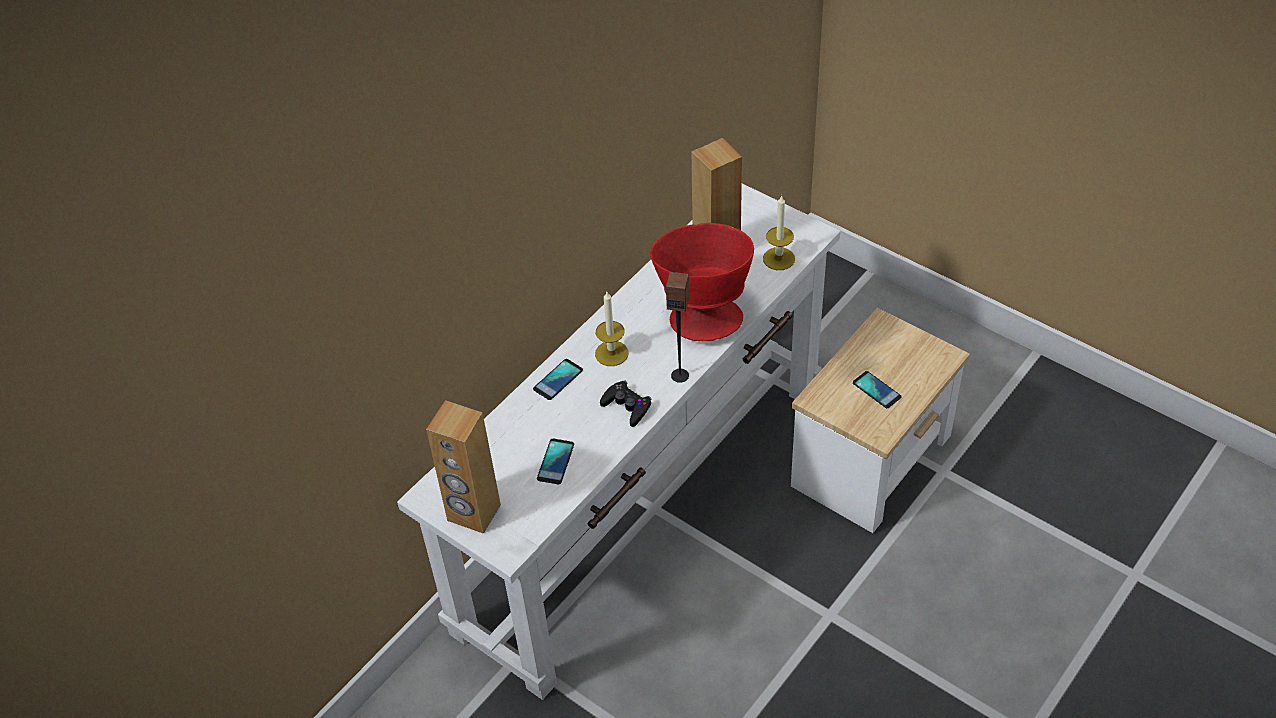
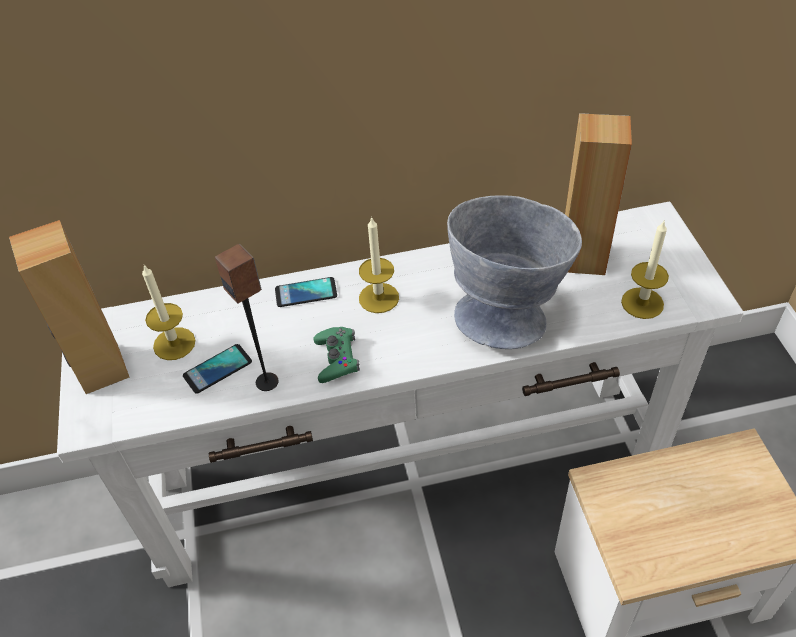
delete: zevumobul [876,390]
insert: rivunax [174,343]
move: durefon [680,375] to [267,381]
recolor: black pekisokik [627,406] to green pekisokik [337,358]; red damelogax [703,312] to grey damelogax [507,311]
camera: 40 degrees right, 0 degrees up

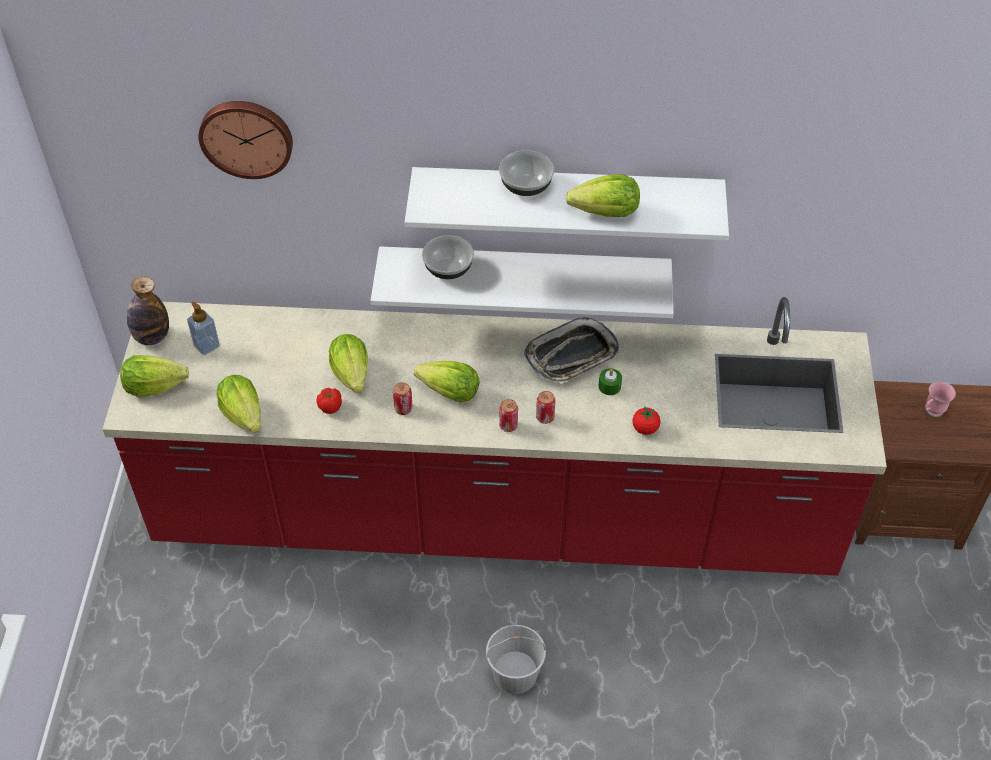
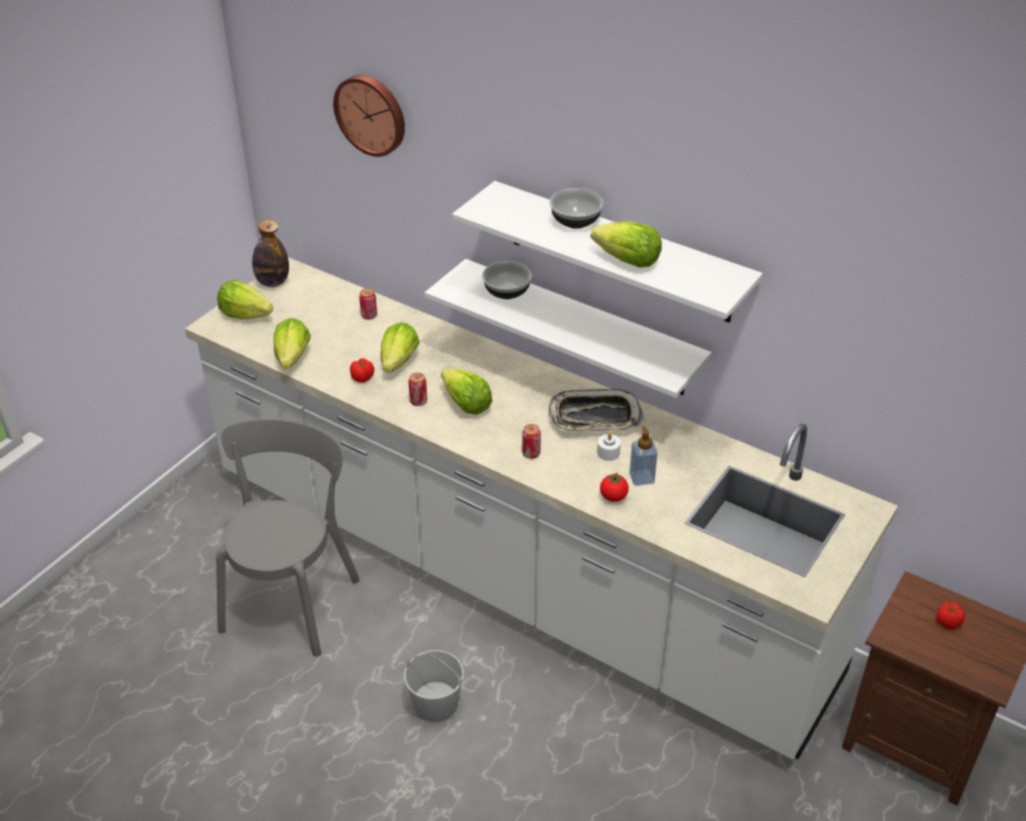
insert: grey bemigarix [292,599]
move: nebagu [207,345] to [641,478]; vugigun [508,426] to [369,316]
replace: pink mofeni [931,412] to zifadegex [947,622]
recolor: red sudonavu [495,516] to white sudonavu [513,573]; green rivunax [609,386] to white rivunax [608,453]
camera: 30 degrees right, 10 degrees down

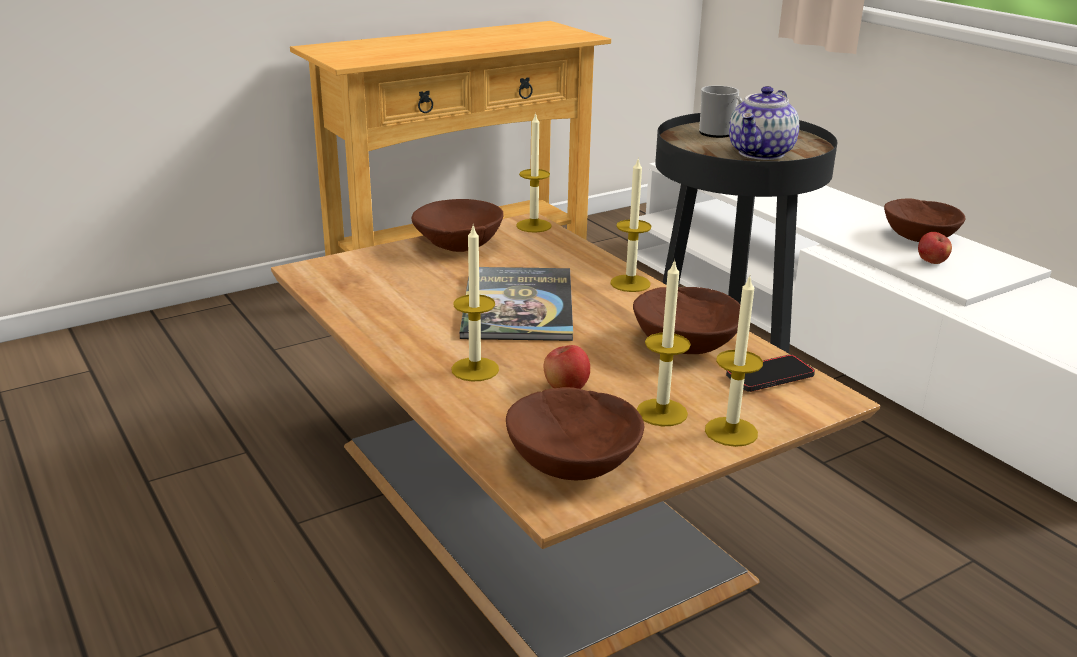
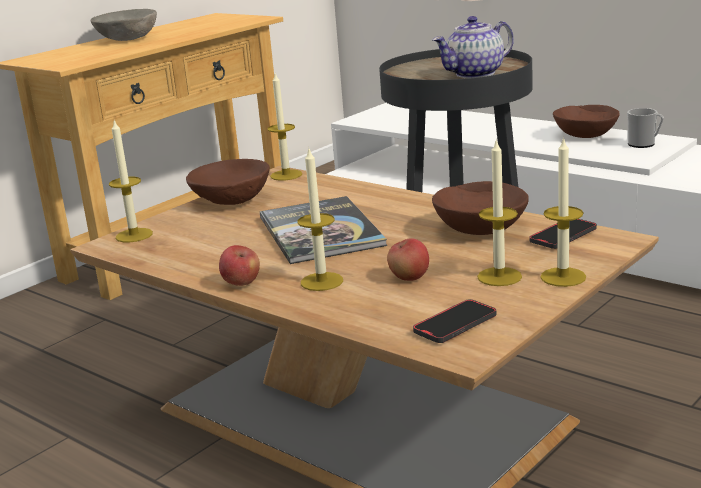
insert: grey damelogax [128,39]
move: rivunax [630,283] to [134,235]; mofeni [719,134] to [644,144]; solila [931,262] to [241,284]
replace: brown damelogax [571,463] to zevumobul [455,325]
rotate: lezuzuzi [761,153] = [475,74] 45 degrees clockwise
camera: 15 degrees left, 5 degrees down

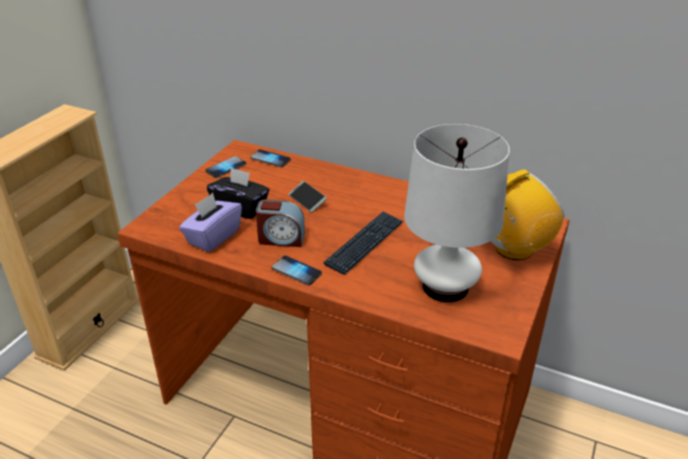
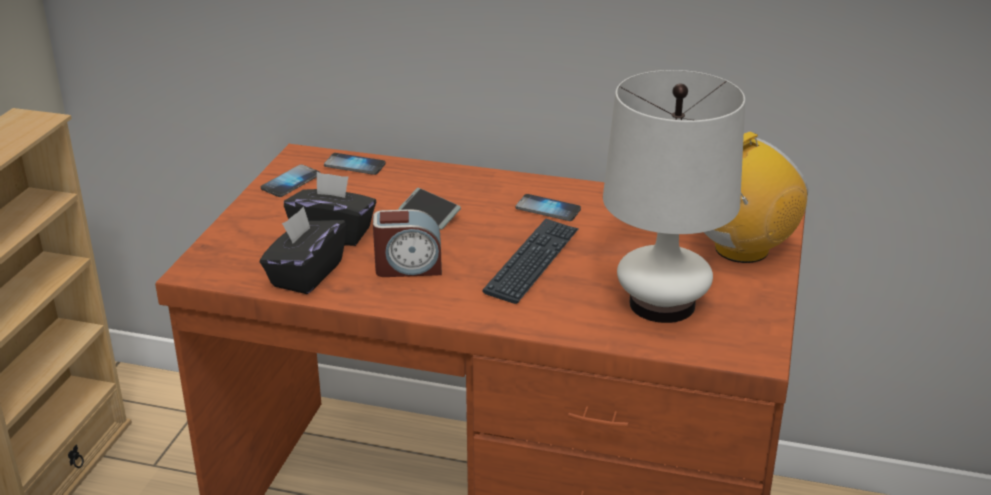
move: zevumobul [296,271] to [548,209]
recolor: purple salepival [213,237] to black salepival [306,274]
camera: 10 degrees left, 5 degrees down

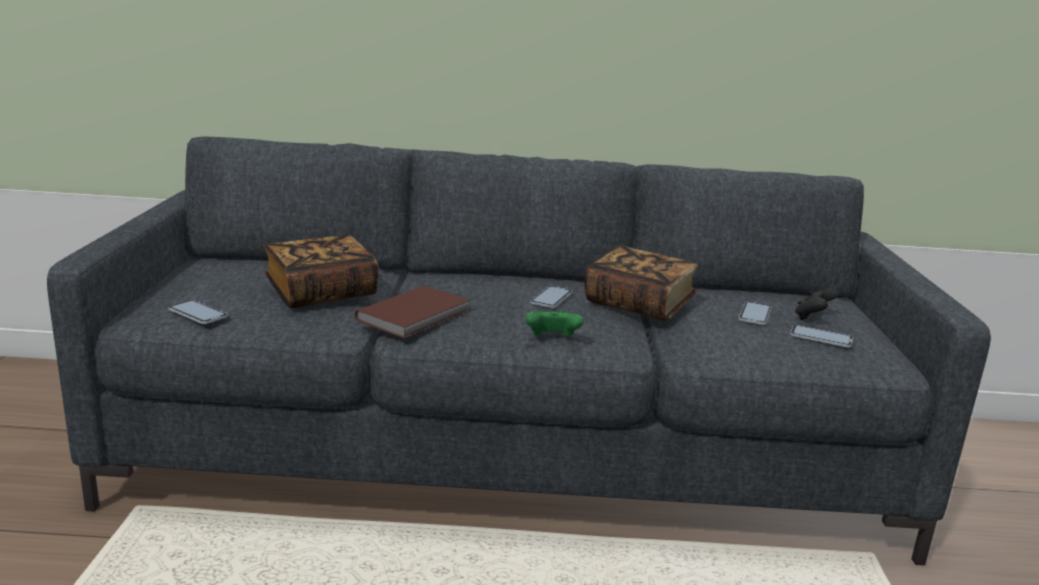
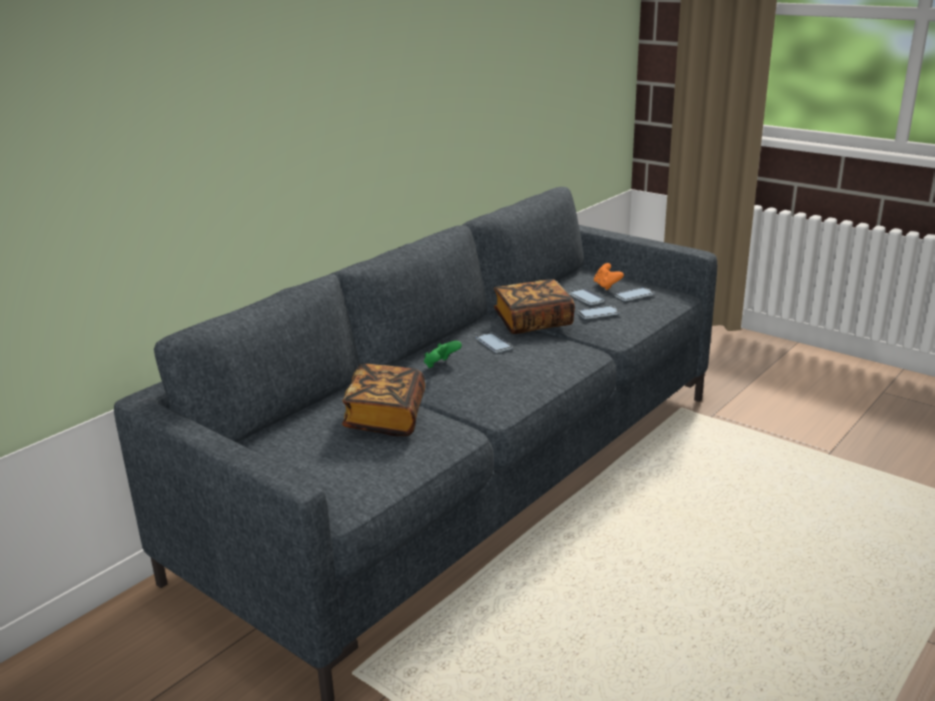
delete: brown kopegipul [416,315]
move: zevumobul [197,313] to [598,313]; green pekisokik [552,339] to [441,365]
recolor: black pekisokik [812,318] to orange pekisokik [606,286]
camera: 50 degrees left, 5 degrees up

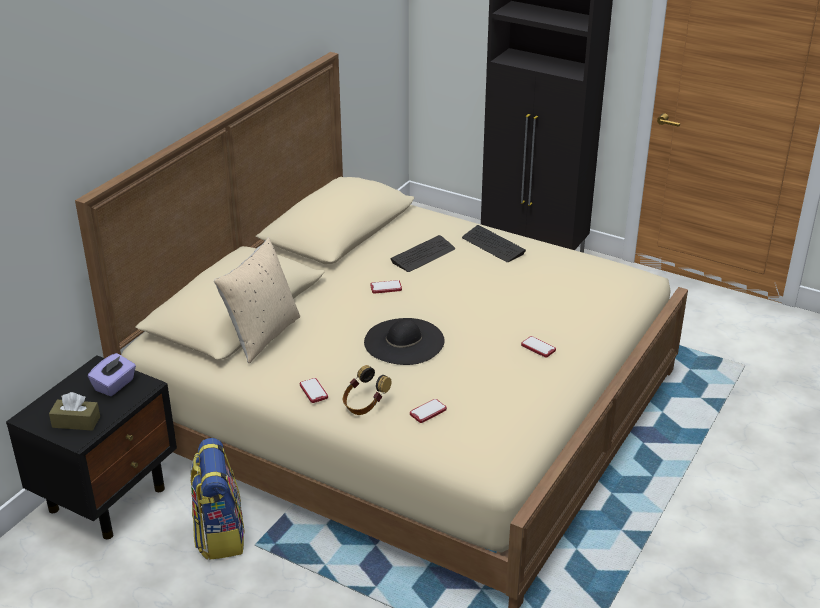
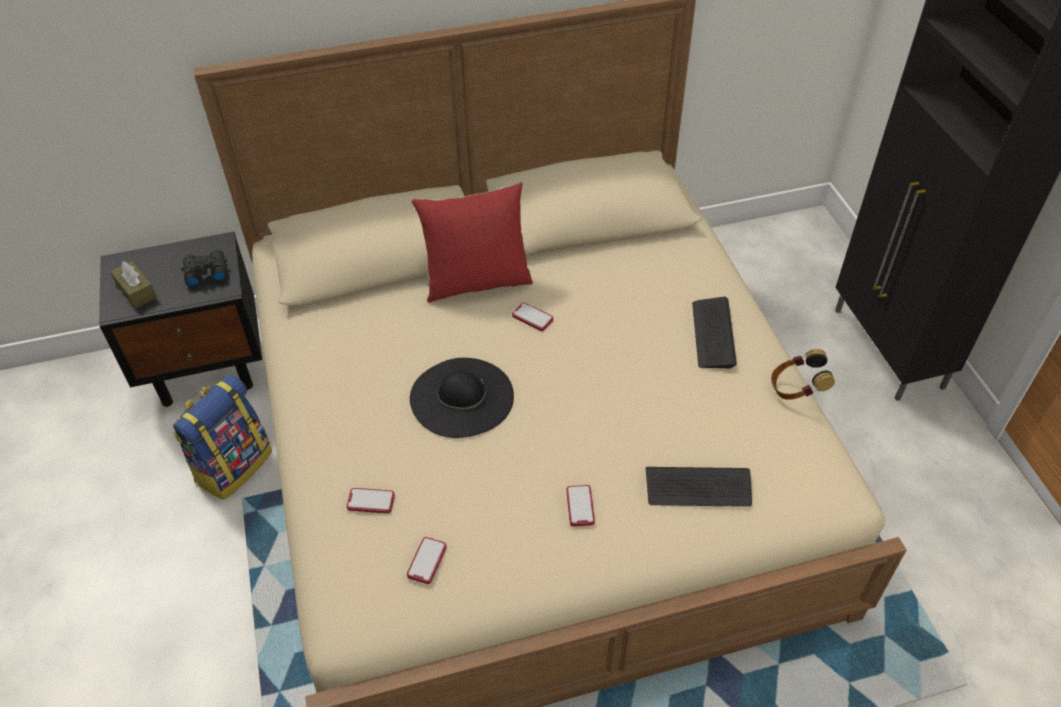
delete: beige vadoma [262,335]
insert: red vadoma [477,281]
move: zevumobul [313,391] to [427,561]; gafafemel [364,405] to [796,389]; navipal [423,255] to [698,488]
replace: purple salepival [115,385] to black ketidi [205,272]
camera: 45 degrees right, 15 degrees up

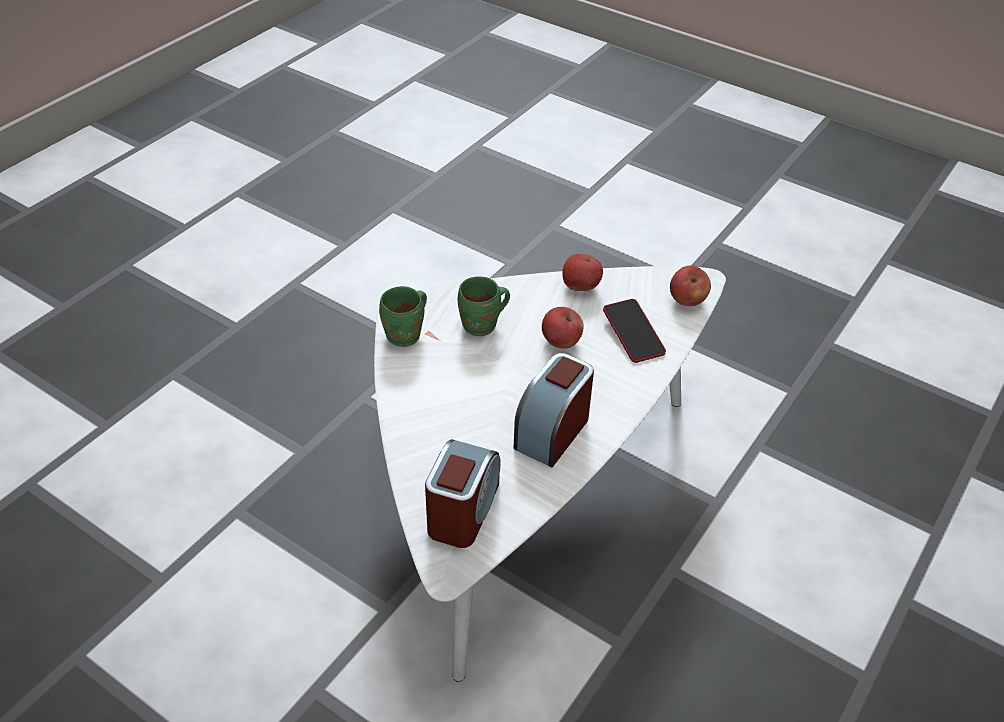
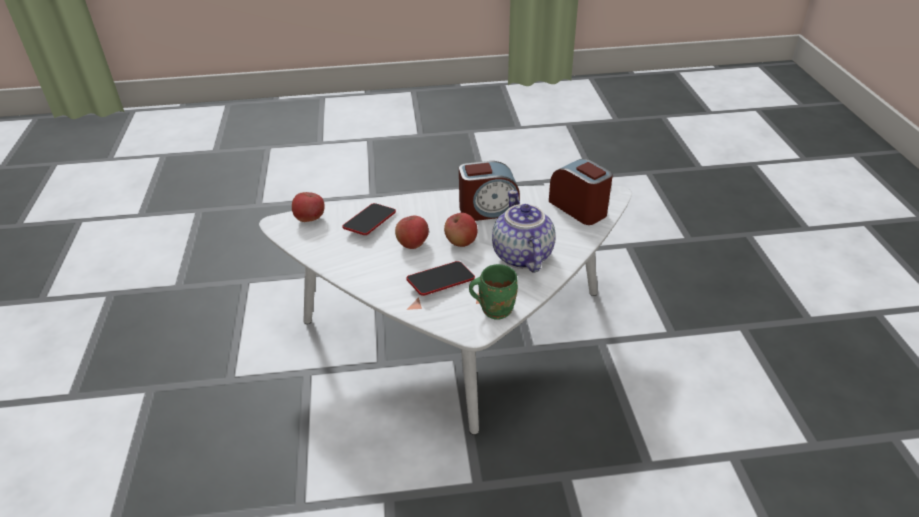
insert: lezuzuzi [520,255]
move: solila [580,287] to [461,242]
replace: green mofeni [482,326] to zevumobul [441,282]
rotate: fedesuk [463,510] = [579,208] 75 degrees clockwise
camera: 130 degrees left, 5 degrees down

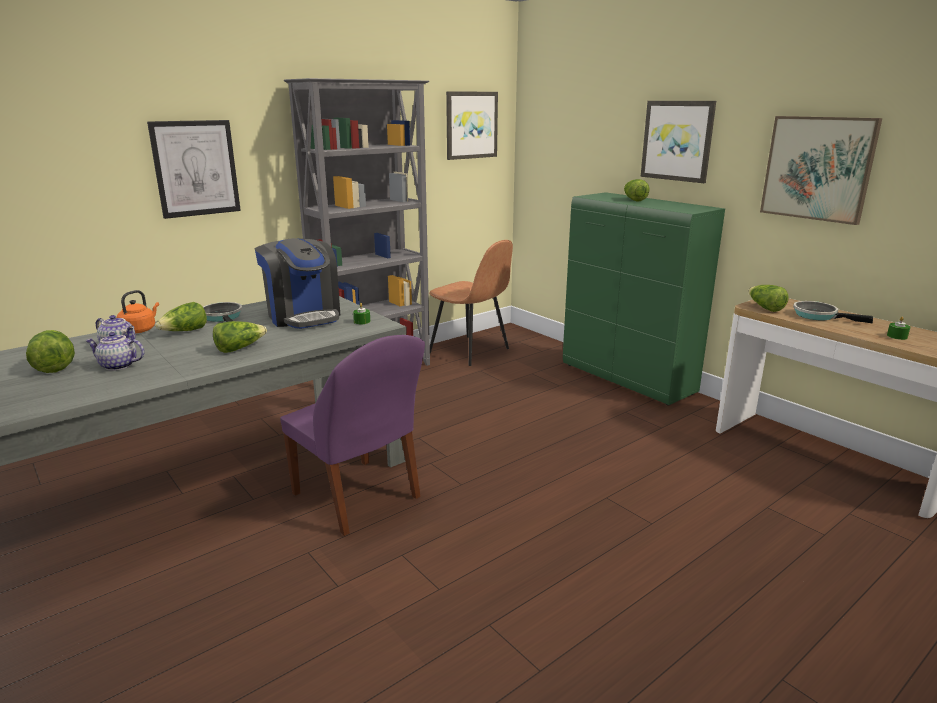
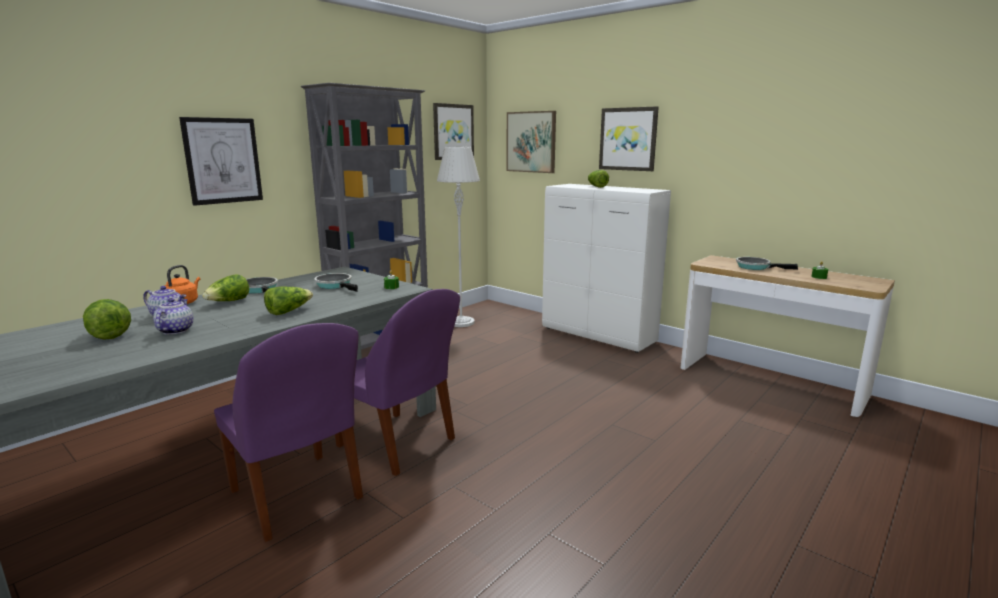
delete: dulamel [764,308]
insert: purple bemigarix [297,497]
move: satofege [818,168] to [531,142]
replace: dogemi [303,316] to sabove [335,285]; brown bemigarix [470,351] to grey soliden [461,322]
recolor: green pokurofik [628,379] to white pokurofik [598,335]
rotate: lezuzuzi [117,366] = [175,330] 90 degrees clockwise
camera: 10 degrees left, 5 degrees down

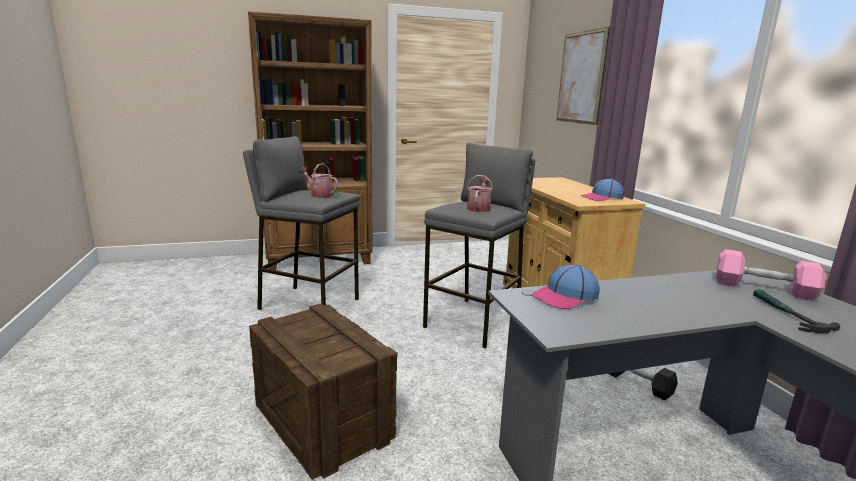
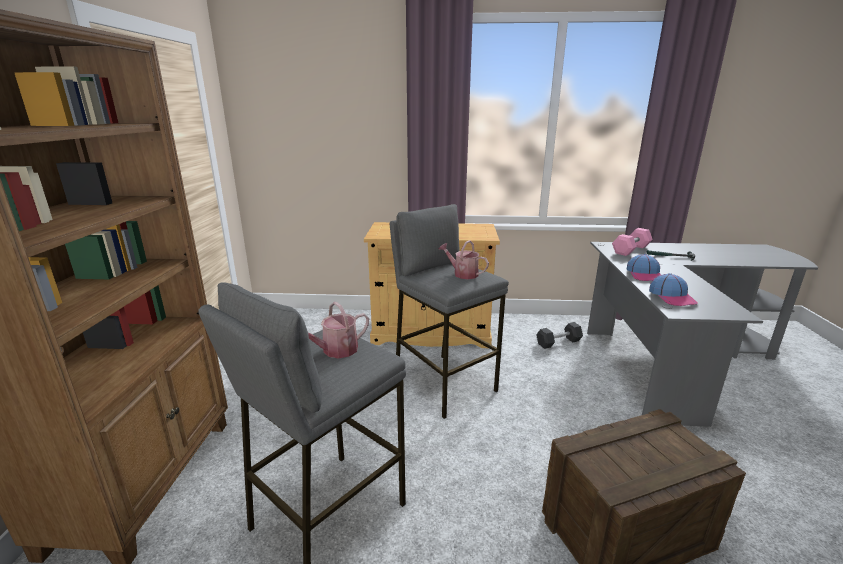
delete: satofege [581,78]
move: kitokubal [602,198] to [644,275]
camera: 70 degrees left, 5 degrees up

